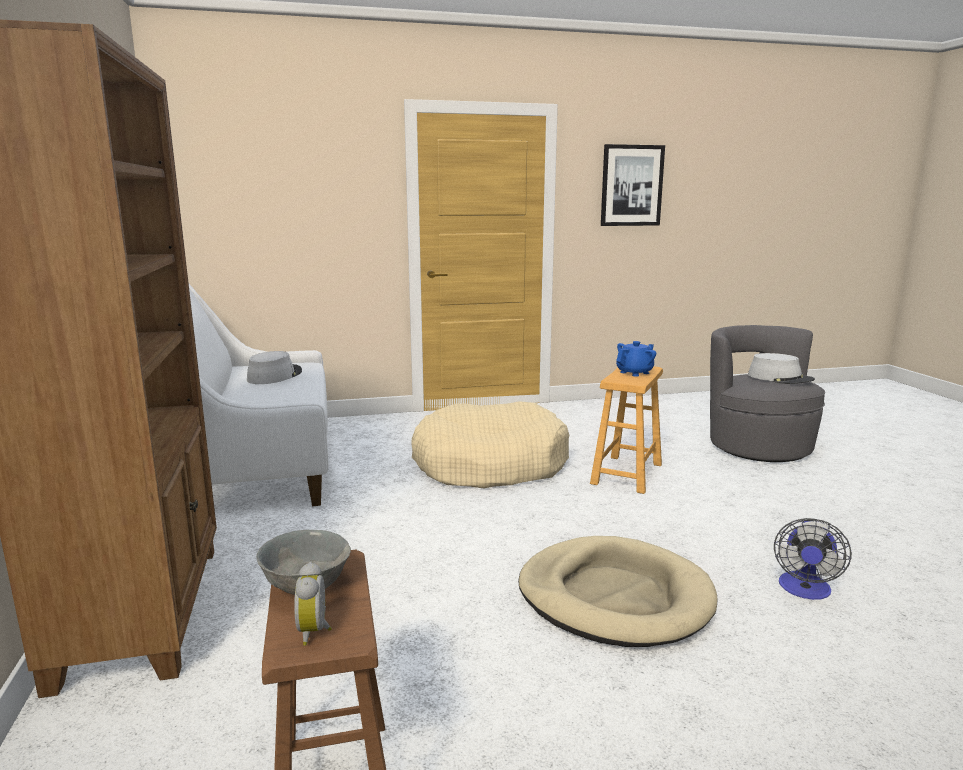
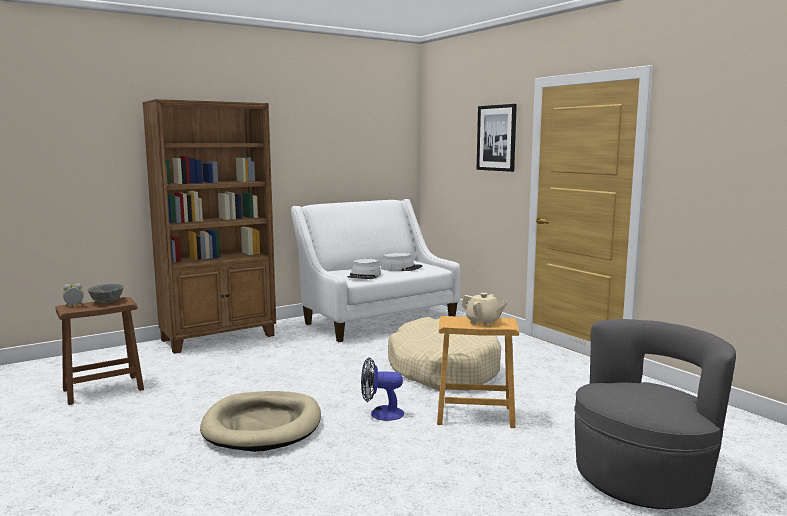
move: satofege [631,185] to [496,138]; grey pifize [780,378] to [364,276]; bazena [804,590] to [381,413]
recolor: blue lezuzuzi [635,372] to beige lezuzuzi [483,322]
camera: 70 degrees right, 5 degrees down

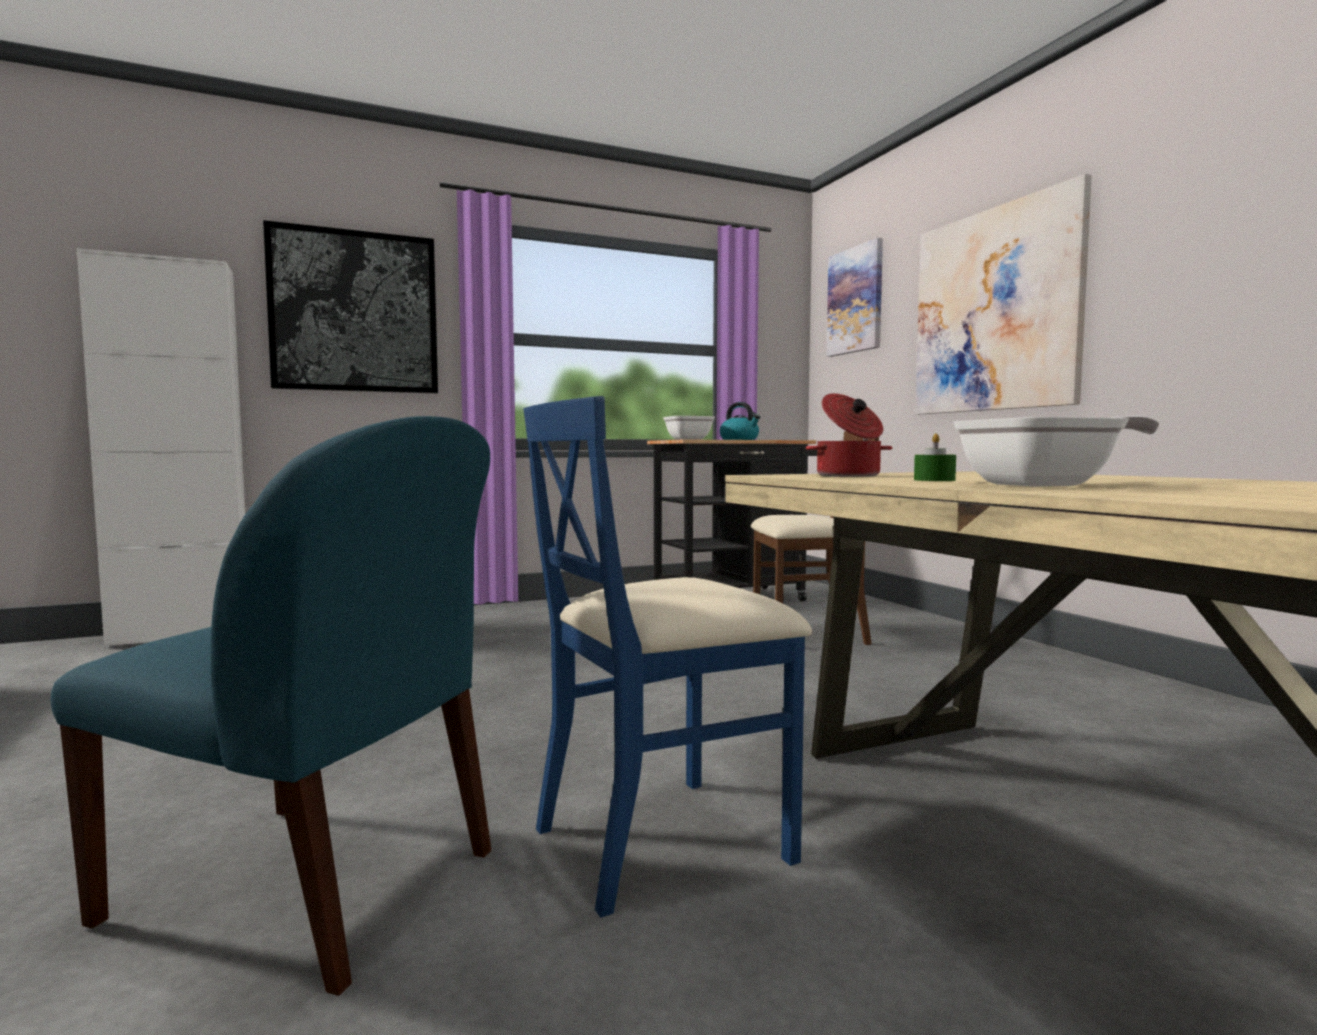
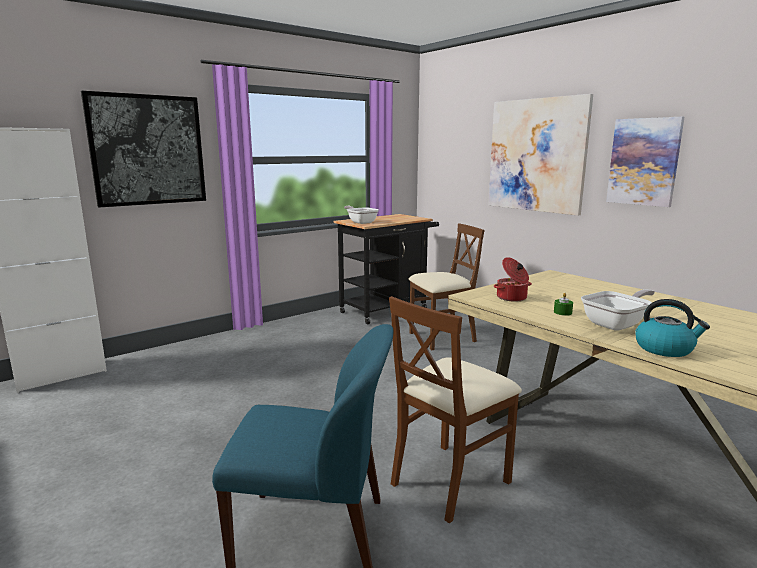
move: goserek [740,439] to [665,349]; satofege [855,300] to [643,162]
recolor: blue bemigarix [663,839] to brown bemigarix [449,480]
camera: 15 degrees left, 10 degrees up

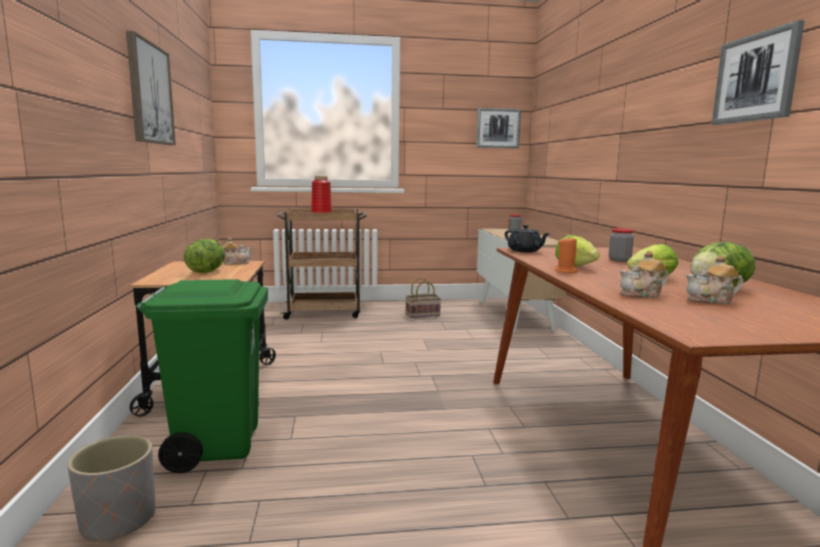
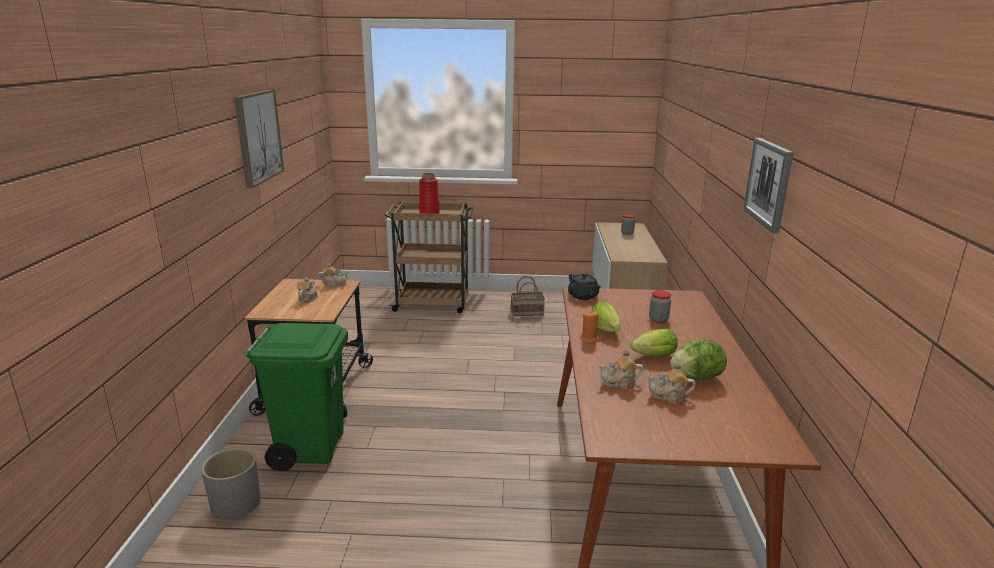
delete: satofege [498,128]
replace: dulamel [207,272] to lezuzuzi [307,299]
camera: 10 degrees right, 10 degrees up

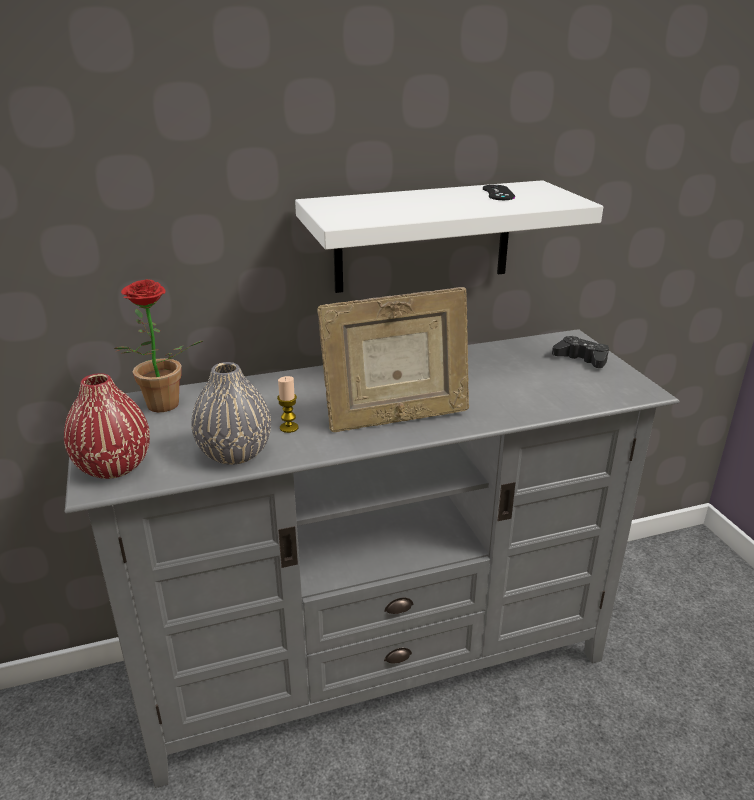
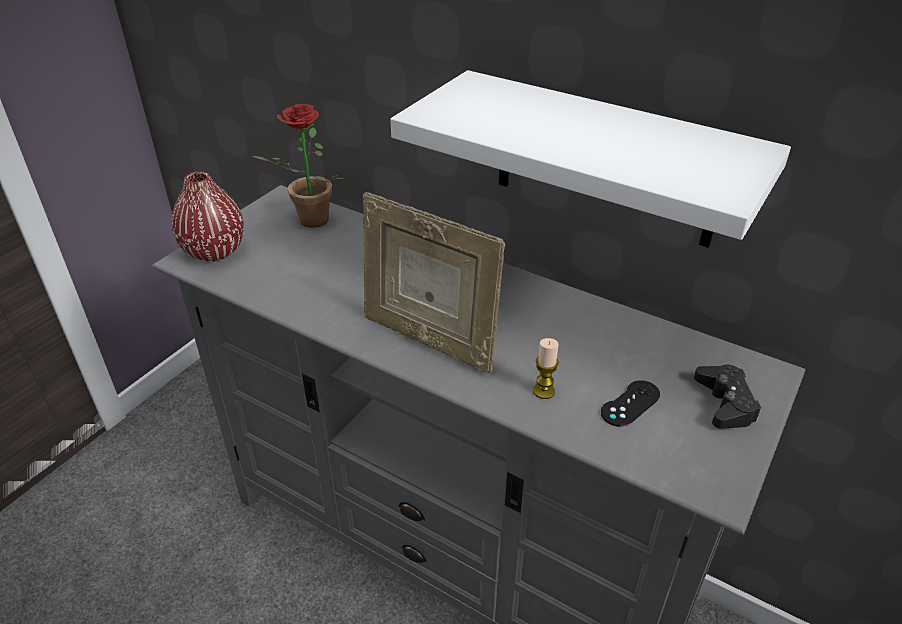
delete: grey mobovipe [234,453]
move: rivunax [289,427] to [543,391]; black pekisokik [498,193] to [630,403]
camera: 50 degrees right, 10 degrees up

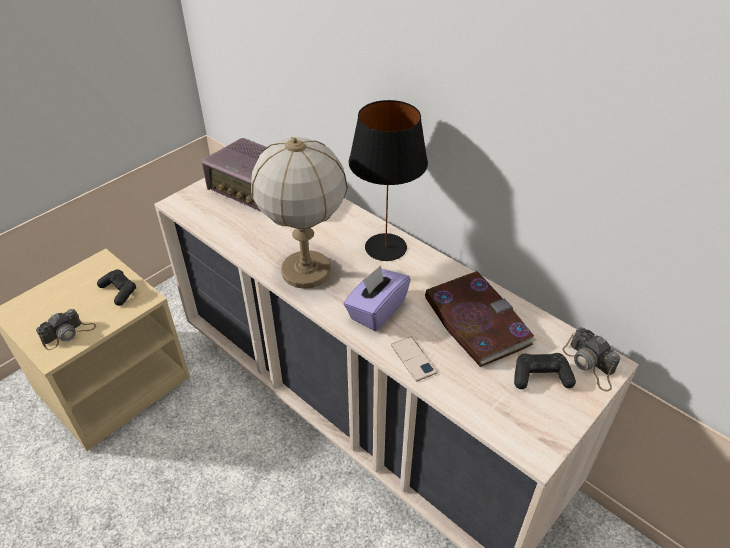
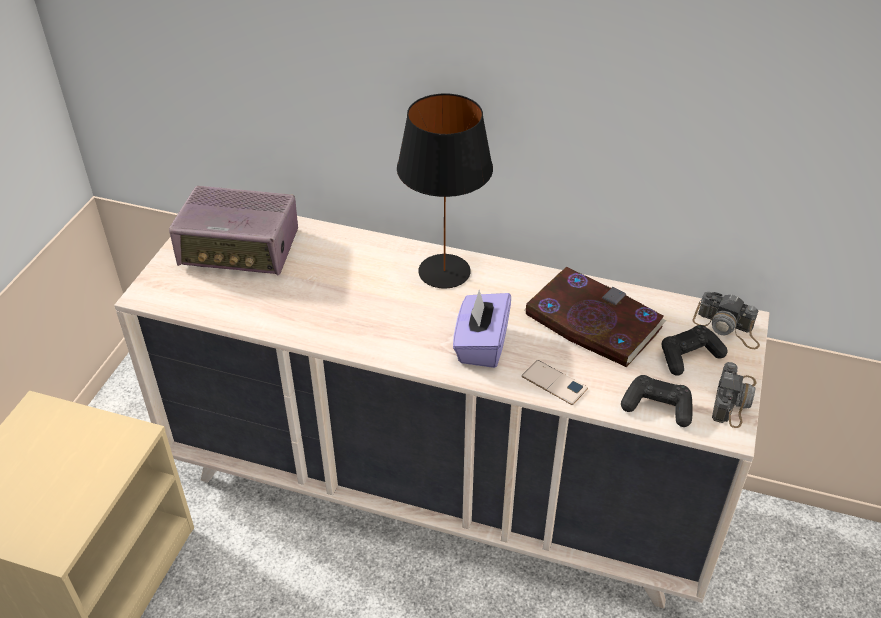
delete: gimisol [306,271]
move: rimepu [68,334] to [734,399]; black pekisokik [119,291] to [657,407]
camera: 25 degrees left, 0 degrees up

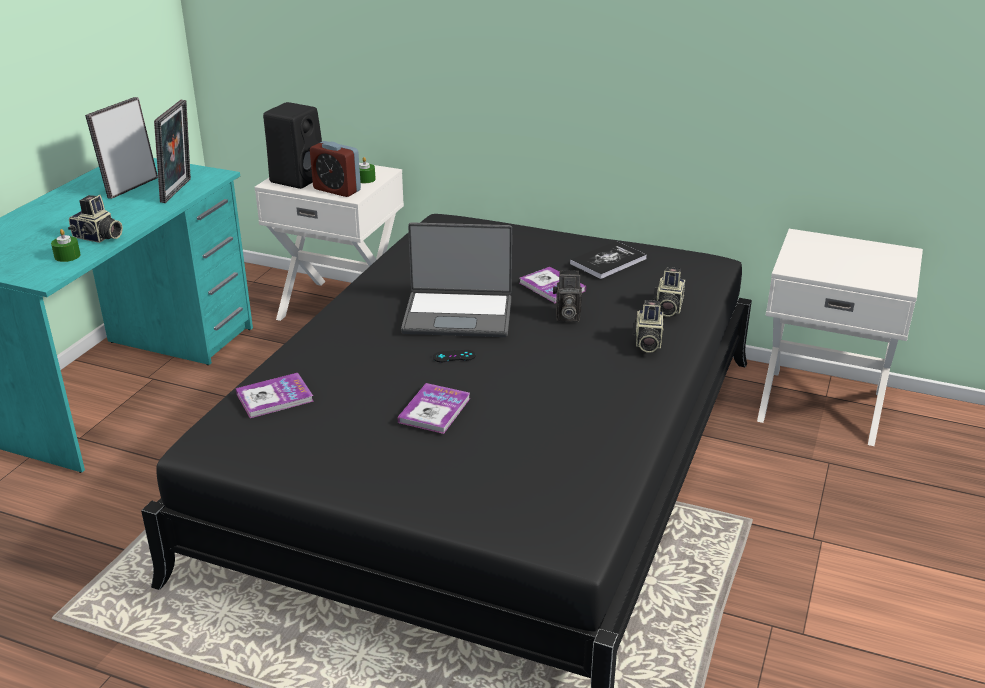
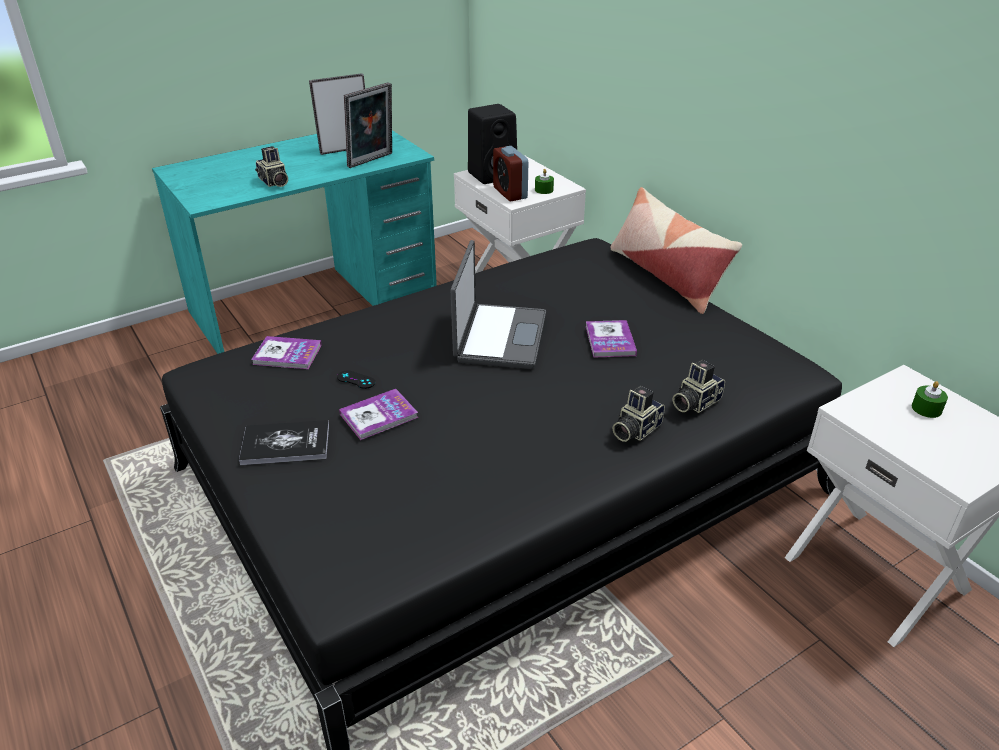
delete: rimepu [566,317]
insert: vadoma [666,276]
move: green rivunax [67,256] to [926,408]; black pekisokik [454,356] to [356,380]; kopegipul [608,261] to [285,444]
rotate: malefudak [458,315] = [498,337] 120 degrees counterclockwise
camera: 35 degrees right, 5 degrees up

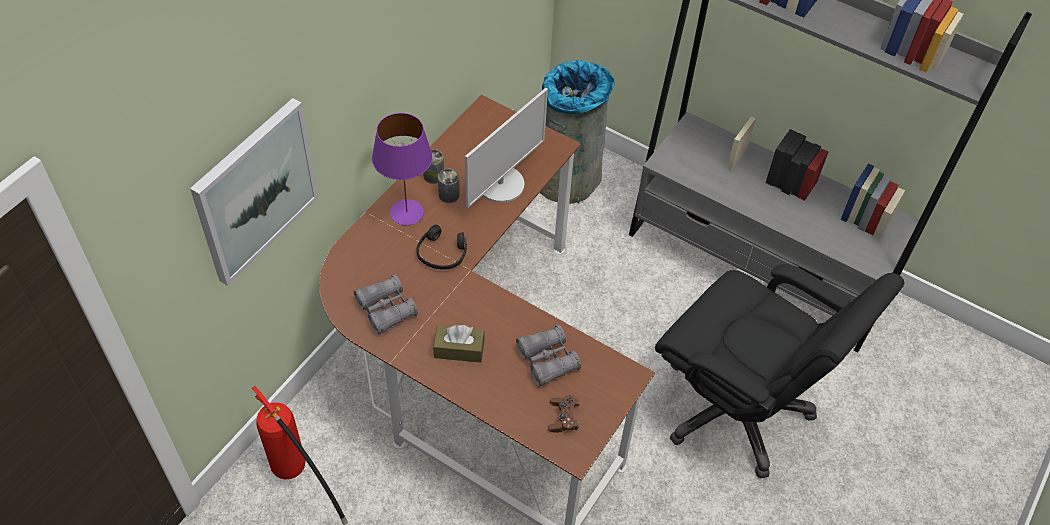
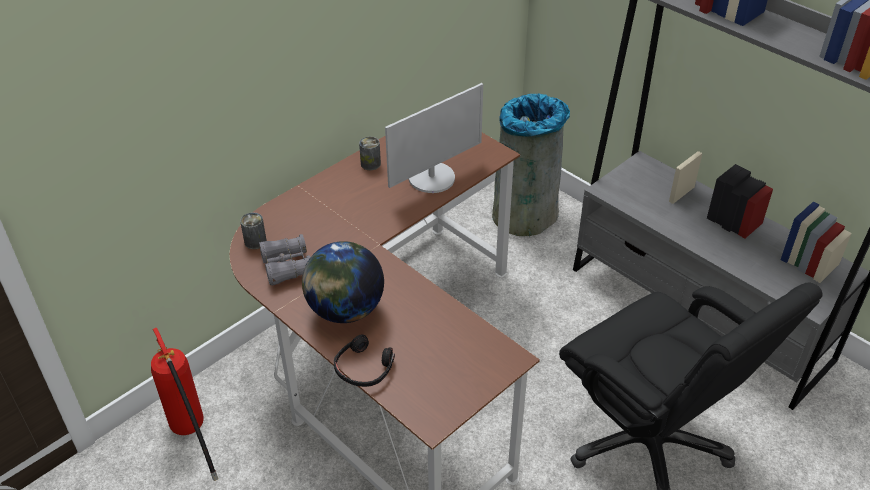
delete: satofege [255,191]; purple gimisol [406,212]; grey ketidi [547,361]; brown pekisokik [563,418]
move: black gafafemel [442,253] to [364,368]; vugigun [449,195] to [255,241]
replace: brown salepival [459,349] to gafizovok [345,310]
camera: 15 degrees right, 10 degrees down

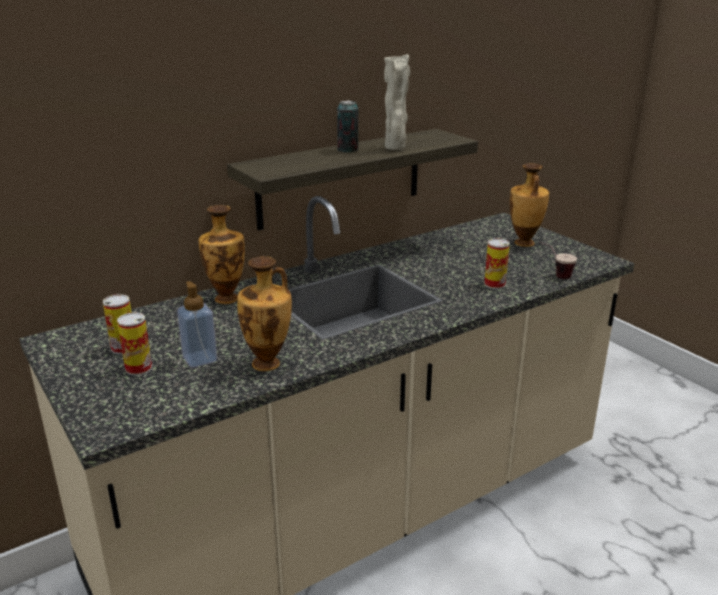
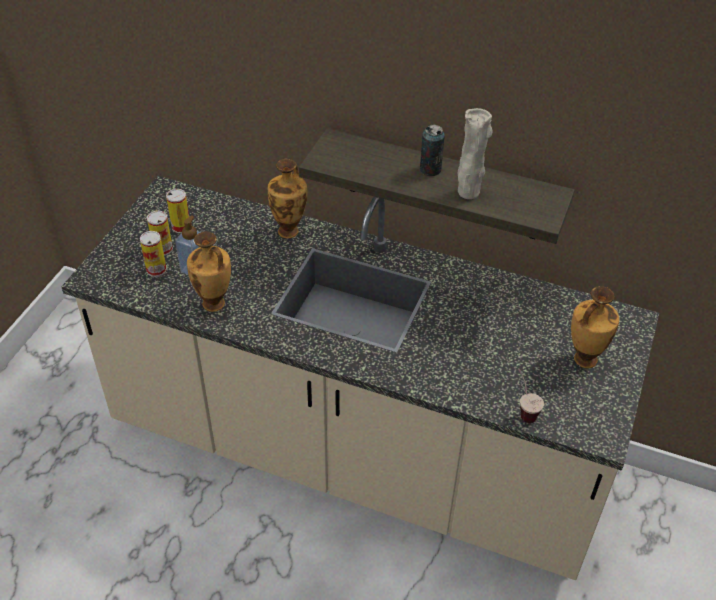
move: vugigun [494,284] to [156,269]
camera: 55 degrees right, 20 degrees up

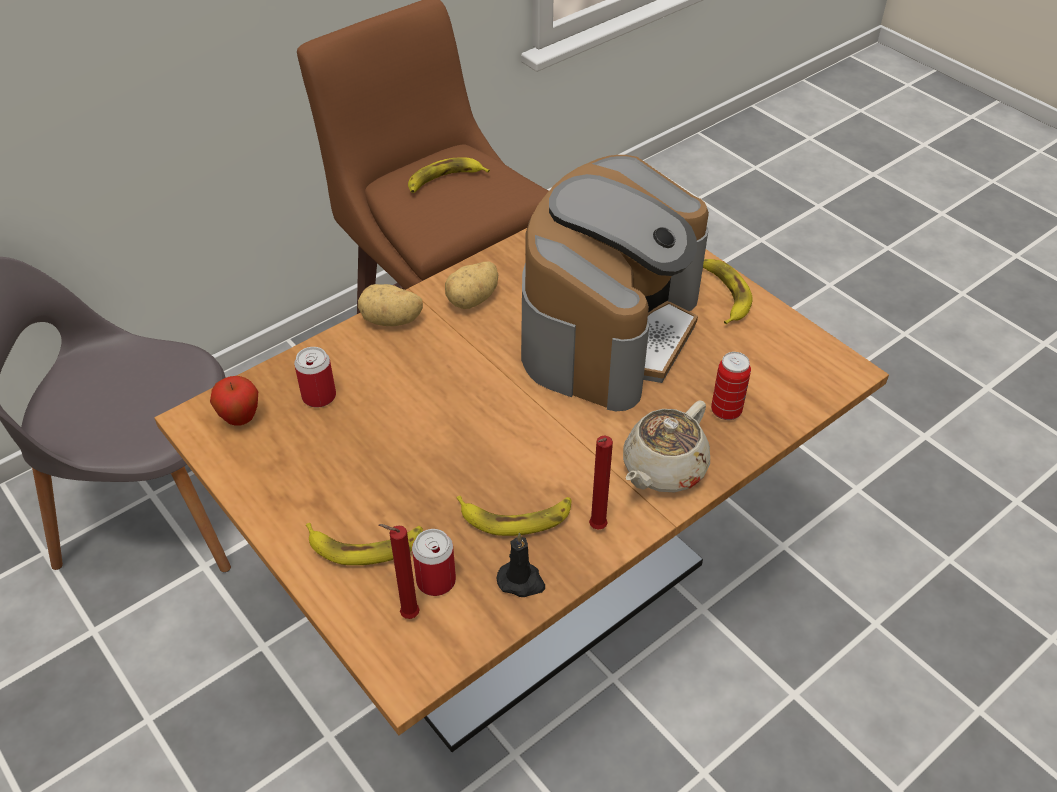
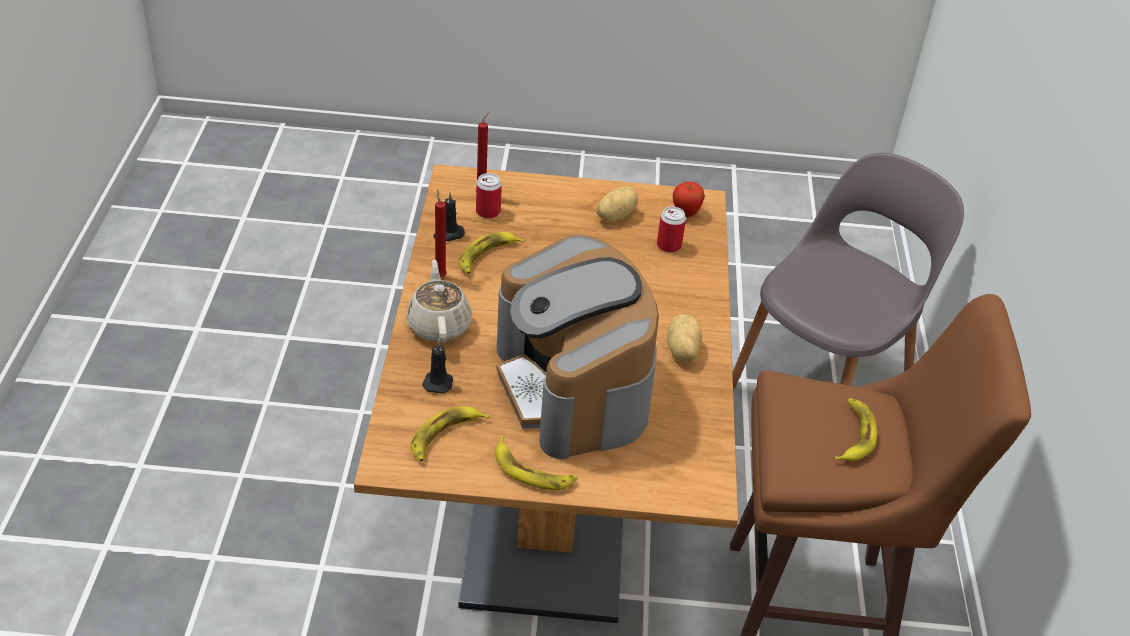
move: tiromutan [365,545] to [445,436]; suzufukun [391,321] to [614,216]
replace: vugigun [726,411] to black rivunax [438,382]
camera: 130 degrees right, 5 degrees down

